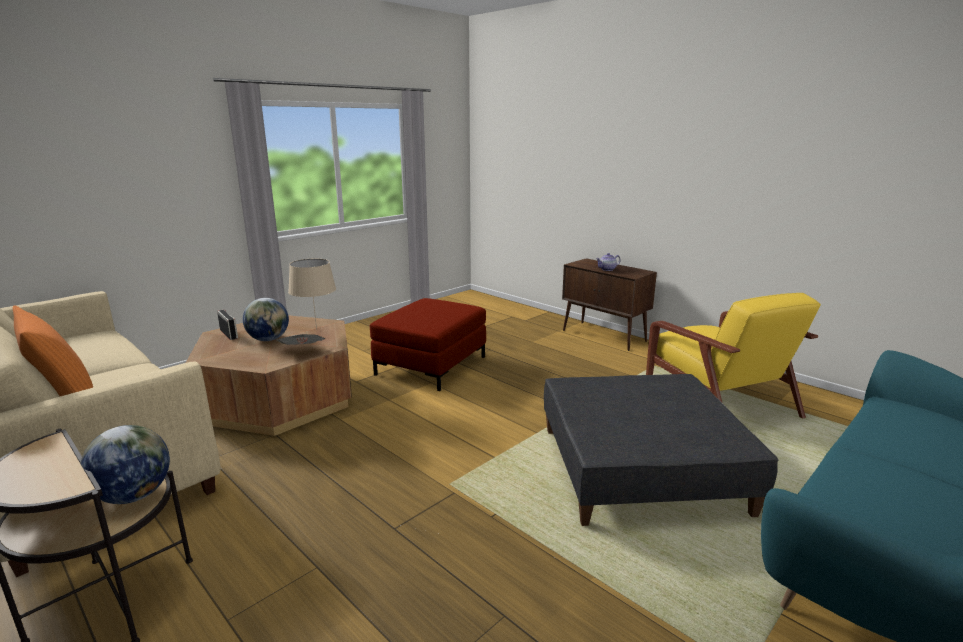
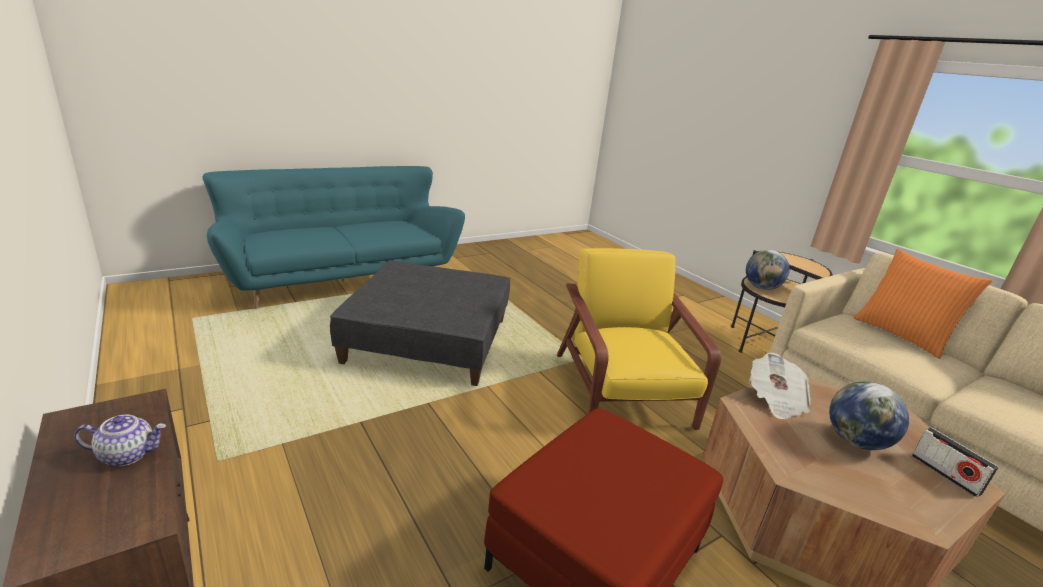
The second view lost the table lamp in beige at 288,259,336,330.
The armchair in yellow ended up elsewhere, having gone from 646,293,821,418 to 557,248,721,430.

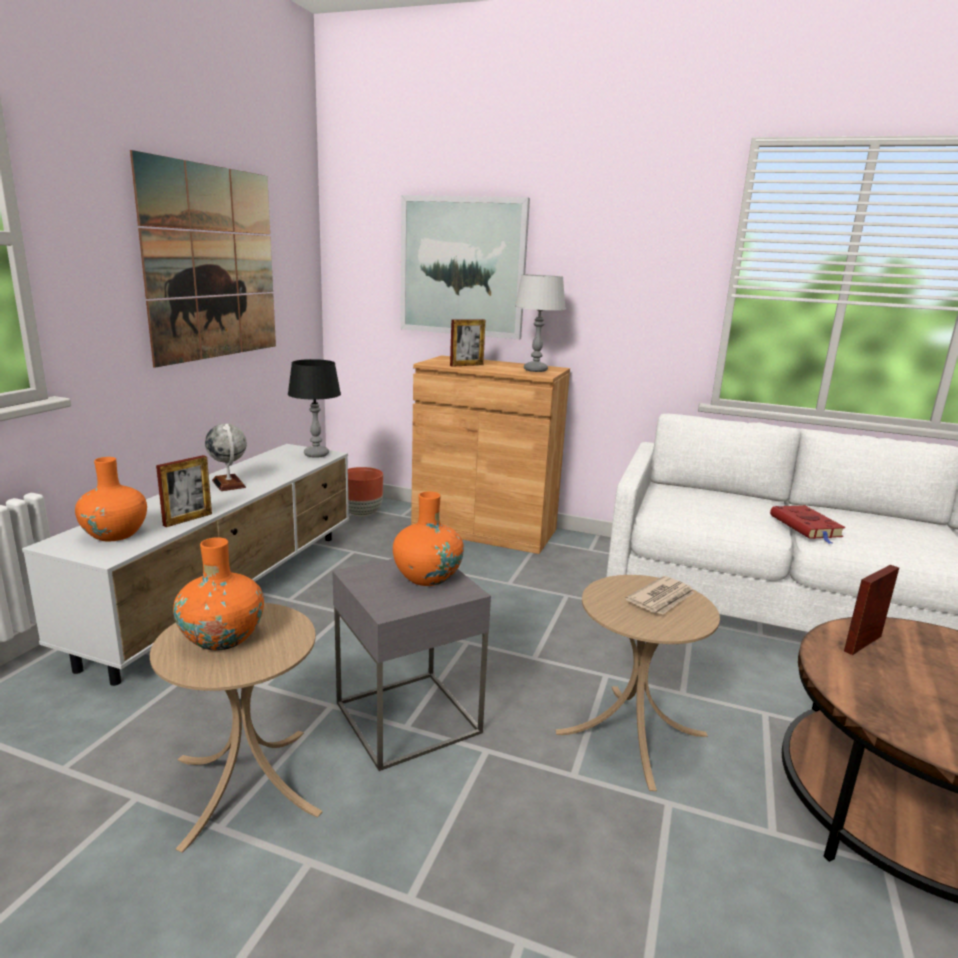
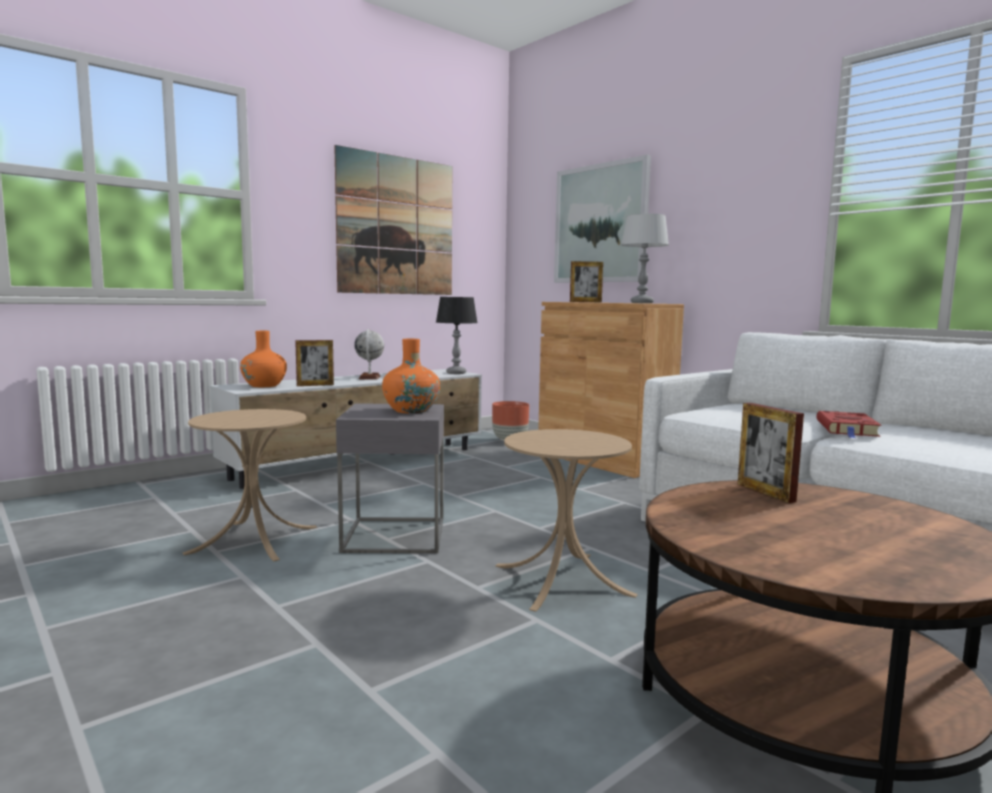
The second view lost the vase in orange at 173,537,264,650.
The second view lost the newspaper at 625,576,694,615.
The picture frame at 844,565,899,655 ended up facing another way, 105 degrees counterclockwise from before.

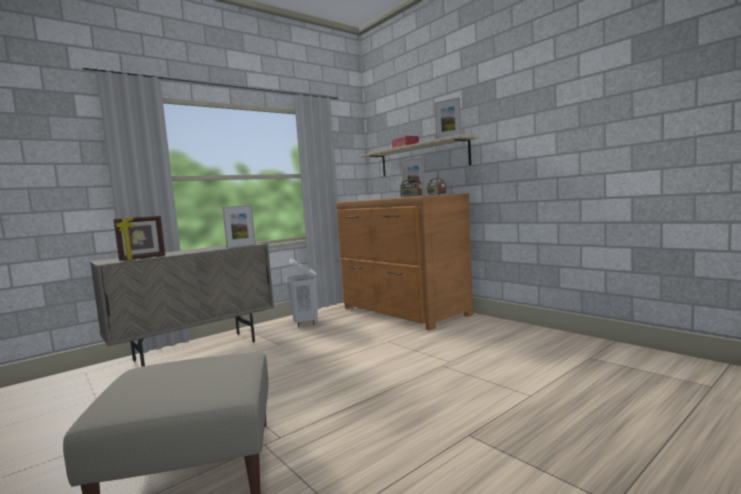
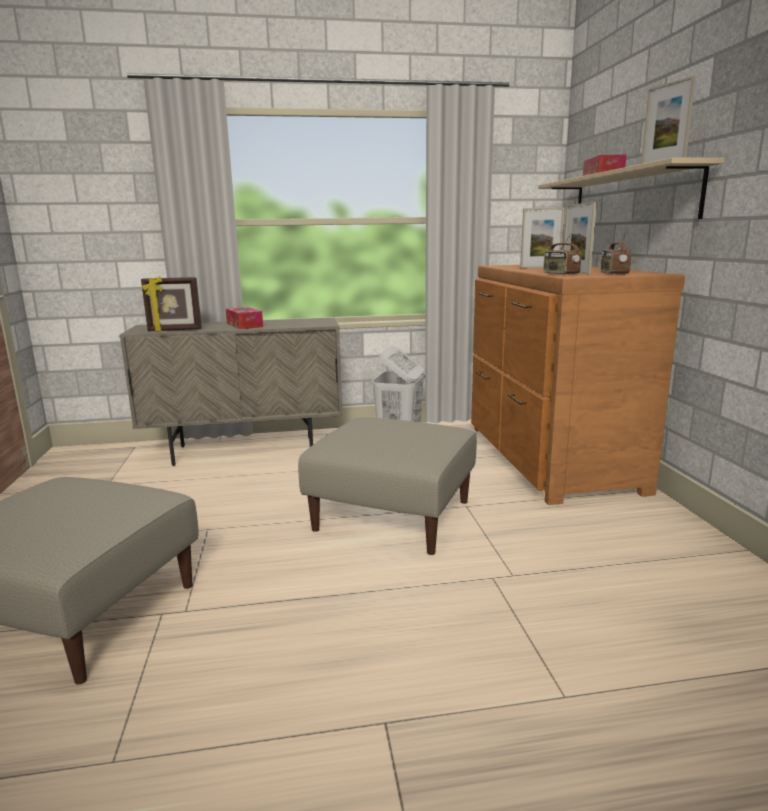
The picture frame ended up elsewhere, having gone from 222,205,256,248 to 520,208,564,268.
The second view gained the tissue box at 226,307,263,329.
The second view gained the ottoman in beige at 298,417,477,555.

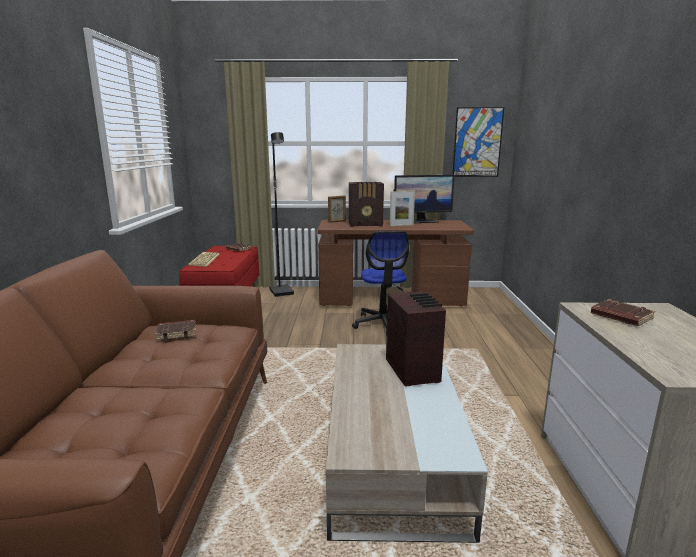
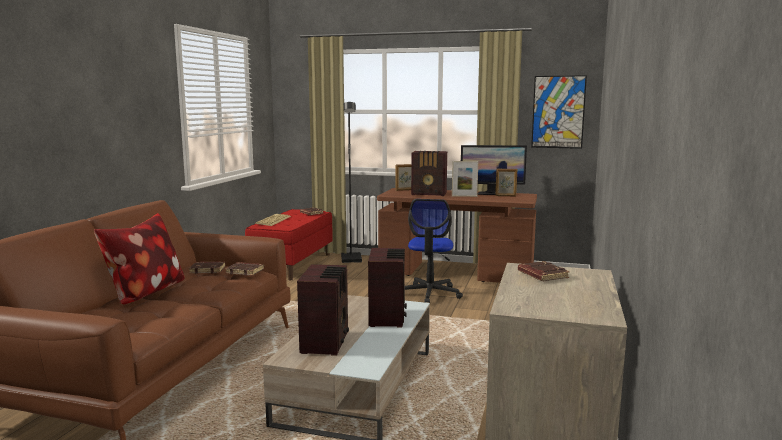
The second view gained the pillow at 94,213,185,304.
The second view gained the book in brown at 225,262,264,276.
The second view gained the radio at 297,264,349,356.
The second view gained the picture frame at 495,169,517,196.

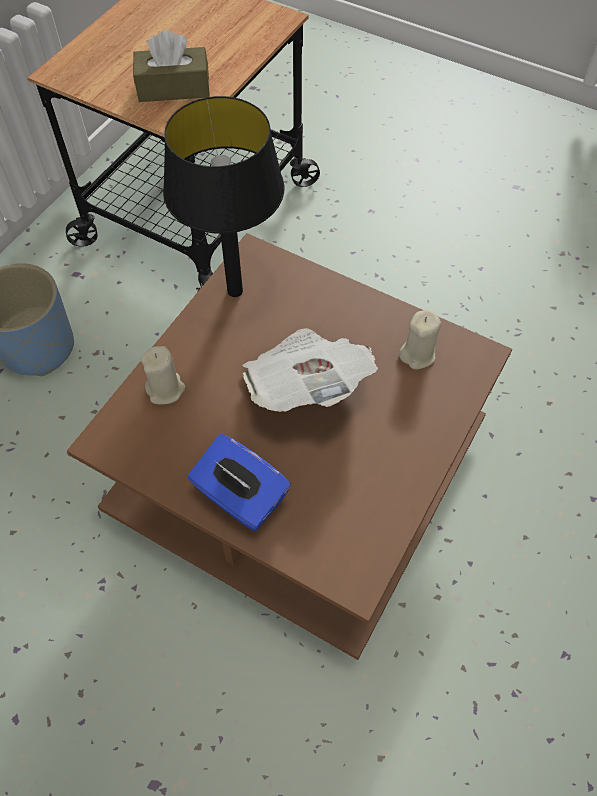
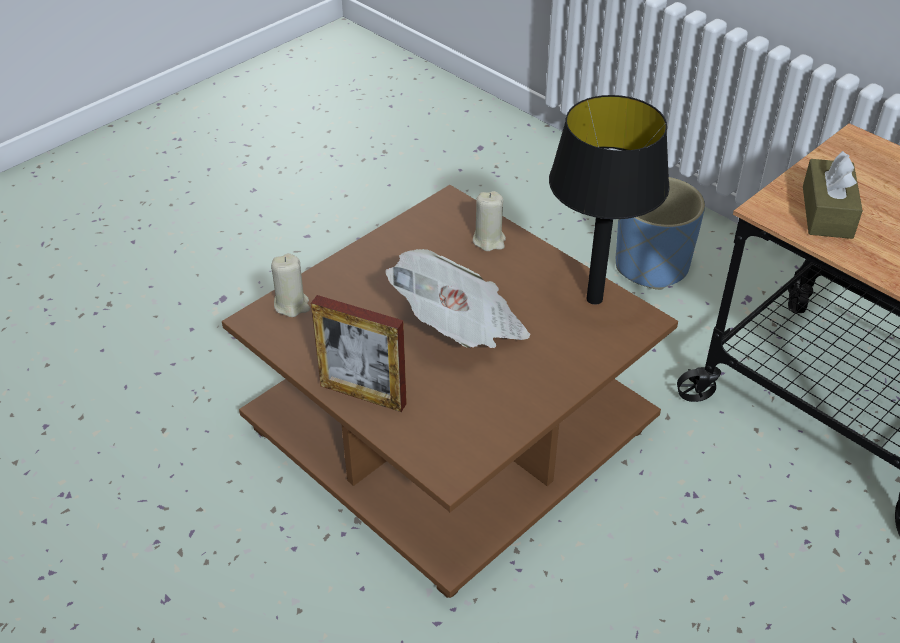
The second view lost the tissue box in blue at 188,434,291,531.
The candle in beige ended up elsewhere, having gone from 399,309,441,369 to 271,253,310,317.
The second view gained the picture frame at 311,295,407,412.

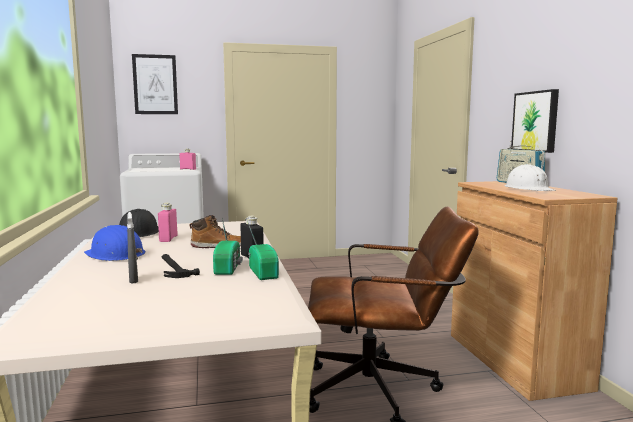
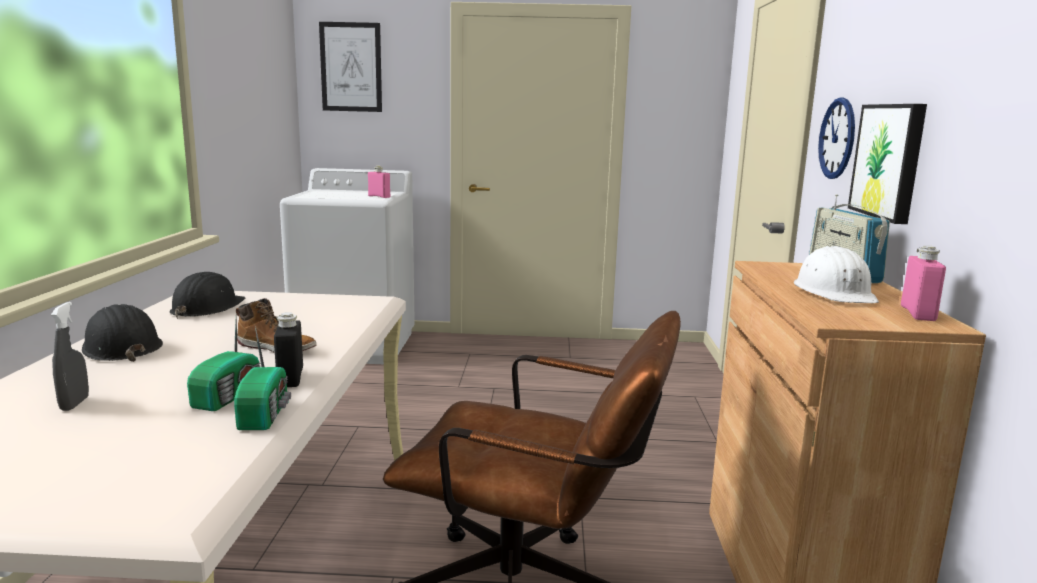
What was the hard hat in blue at 84,225,145,261 turned into the hard hat in black at 82,304,163,362.
The bottle in pink ended up elsewhere, having gone from 158,203,178,242 to 901,245,946,321.
The second view lost the hammer at 162,254,200,278.
The second view gained the wall clock at 818,97,855,179.

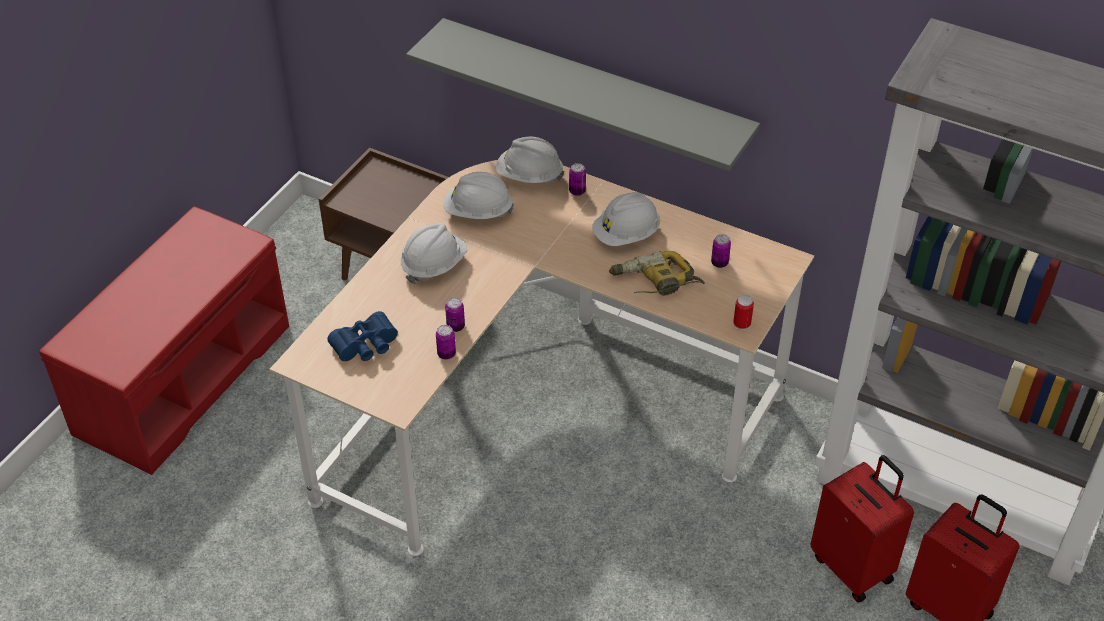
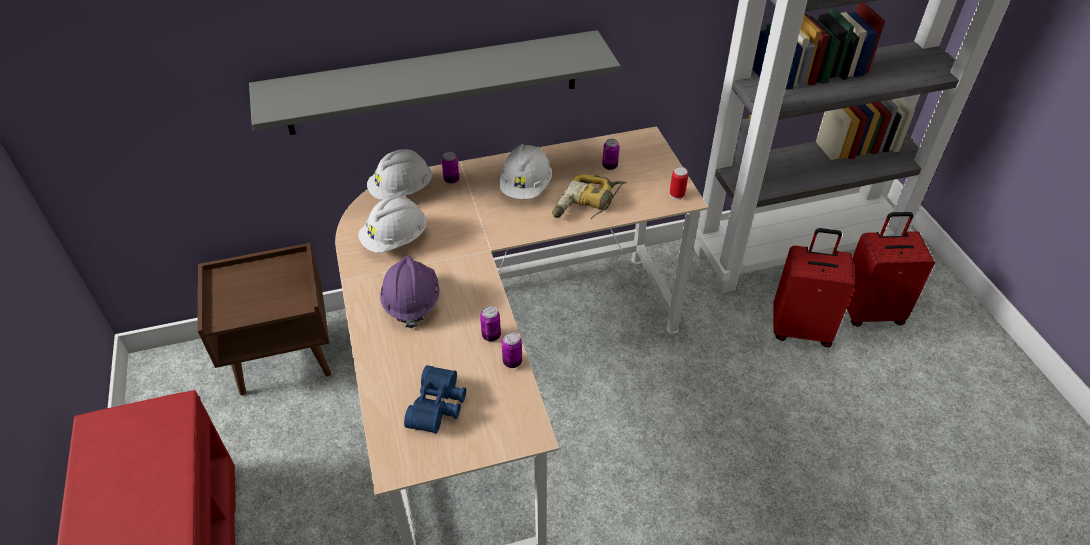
What was the hard hat in white at 401,223,467,284 turned into the hard hat in purple at 380,256,440,328.

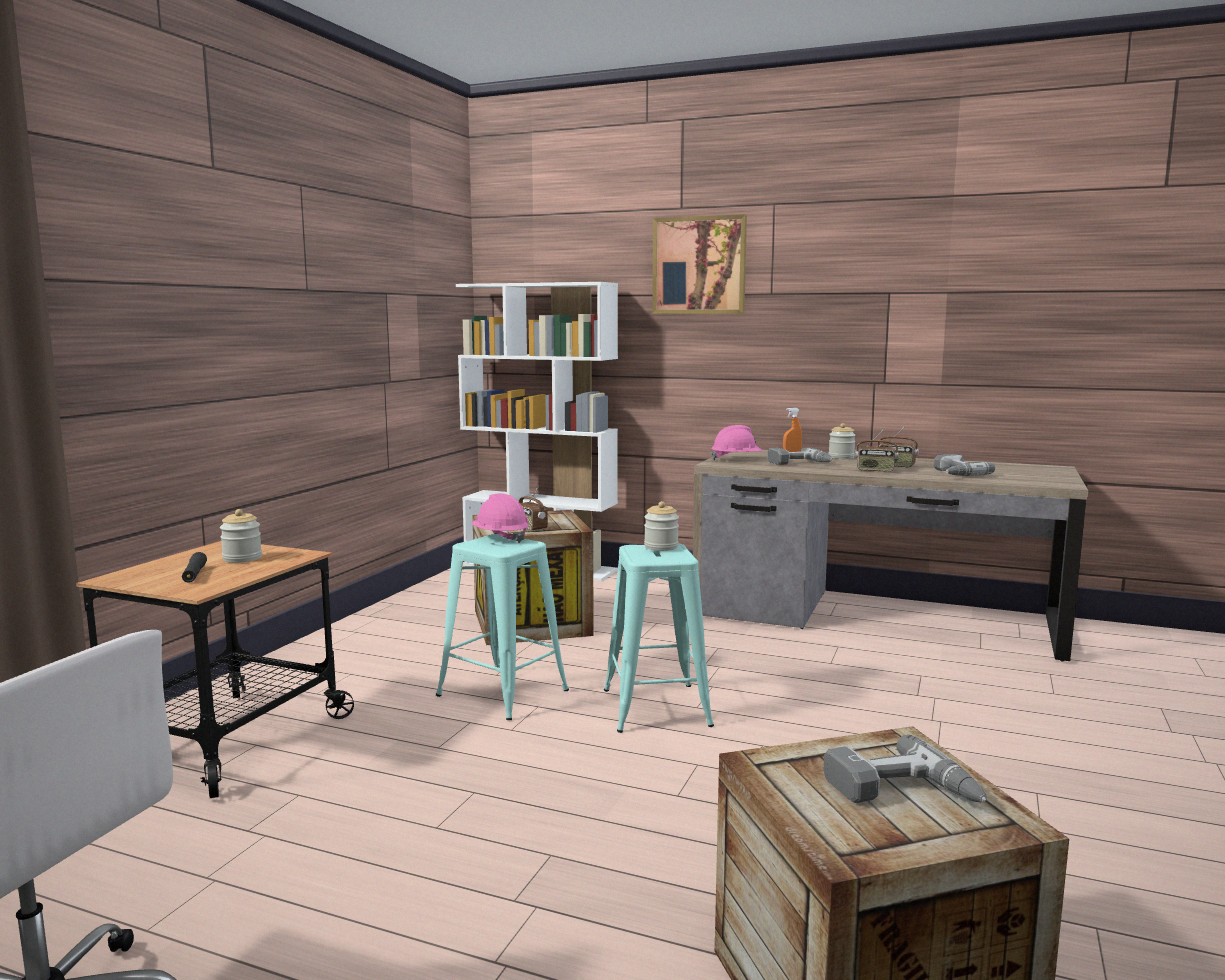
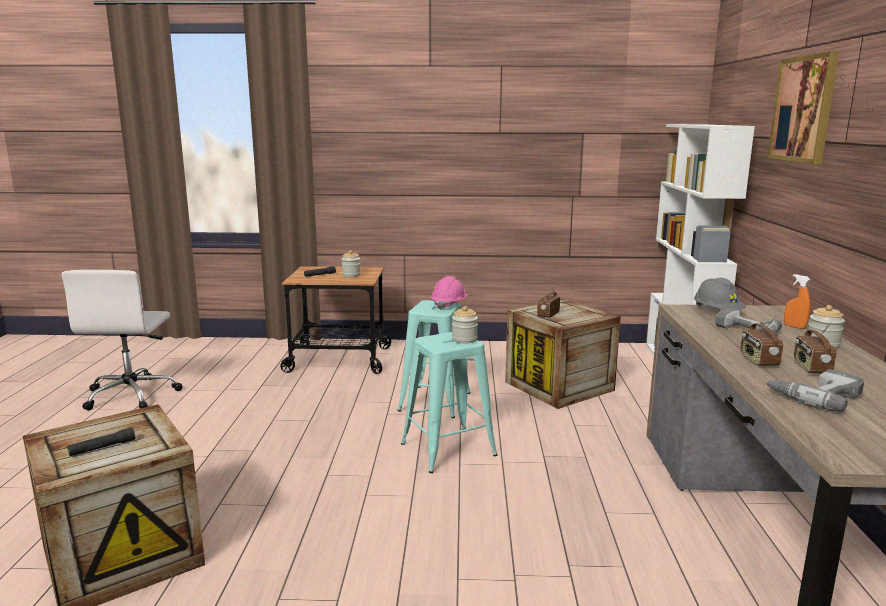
What was the hard hat in pink at 711,425,763,460 turned into the hard hat in grey at 694,278,745,310.
Where the power drill stood at 823,734,987,803, the flashlight in black came to stand at 67,427,135,456.

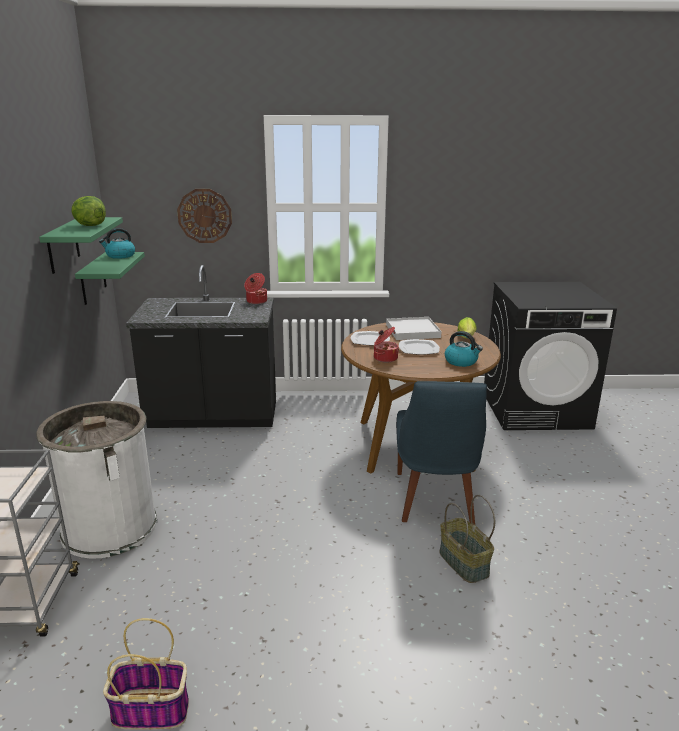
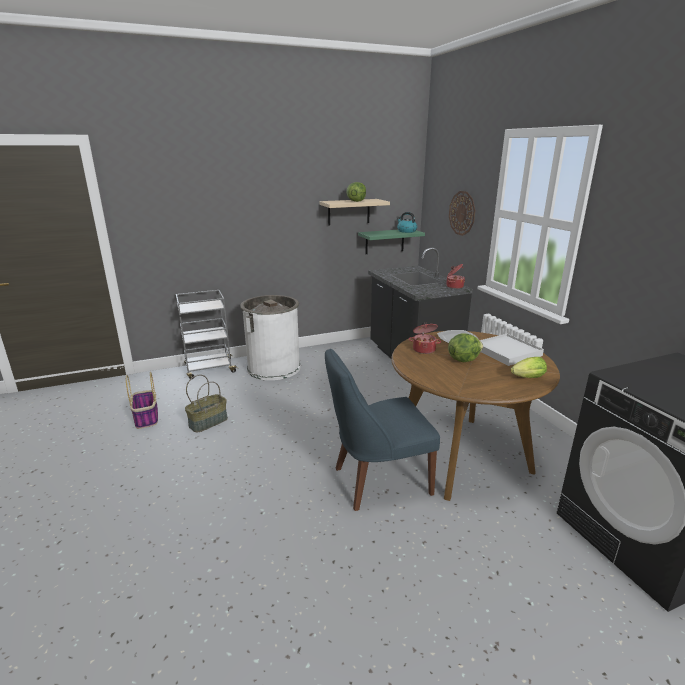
What was the shelf in green at 39,217,123,274 turned into the shelf in beige at 319,199,390,226.
Where the plate stood at 399,339,440,355, the lettuce came to stand at 448,333,483,362.
The basket ended up elsewhere, having gone from 439,495,495,583 to 185,375,228,432.
The second view lost the kettle at 445,331,483,367.

